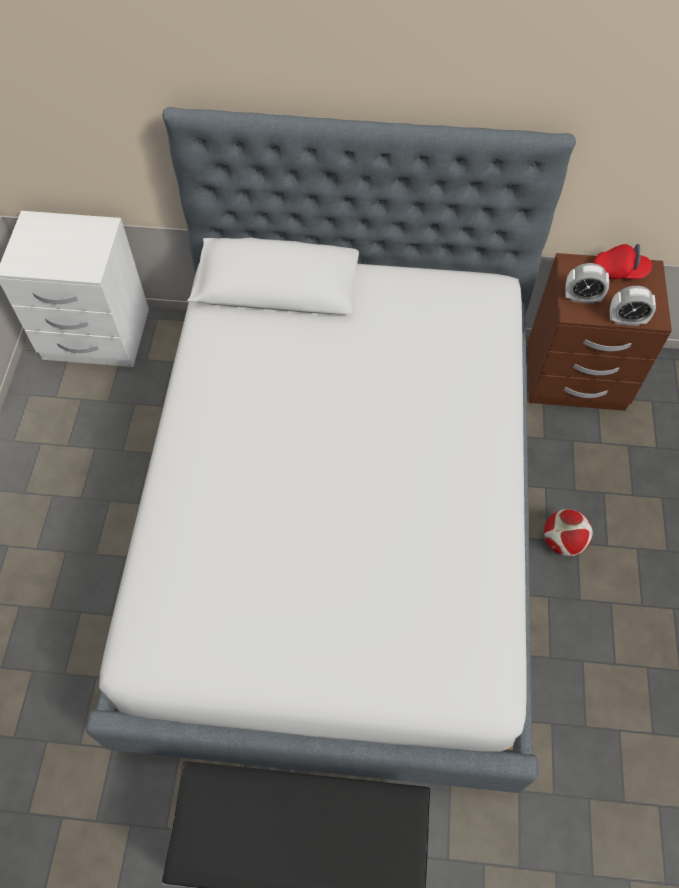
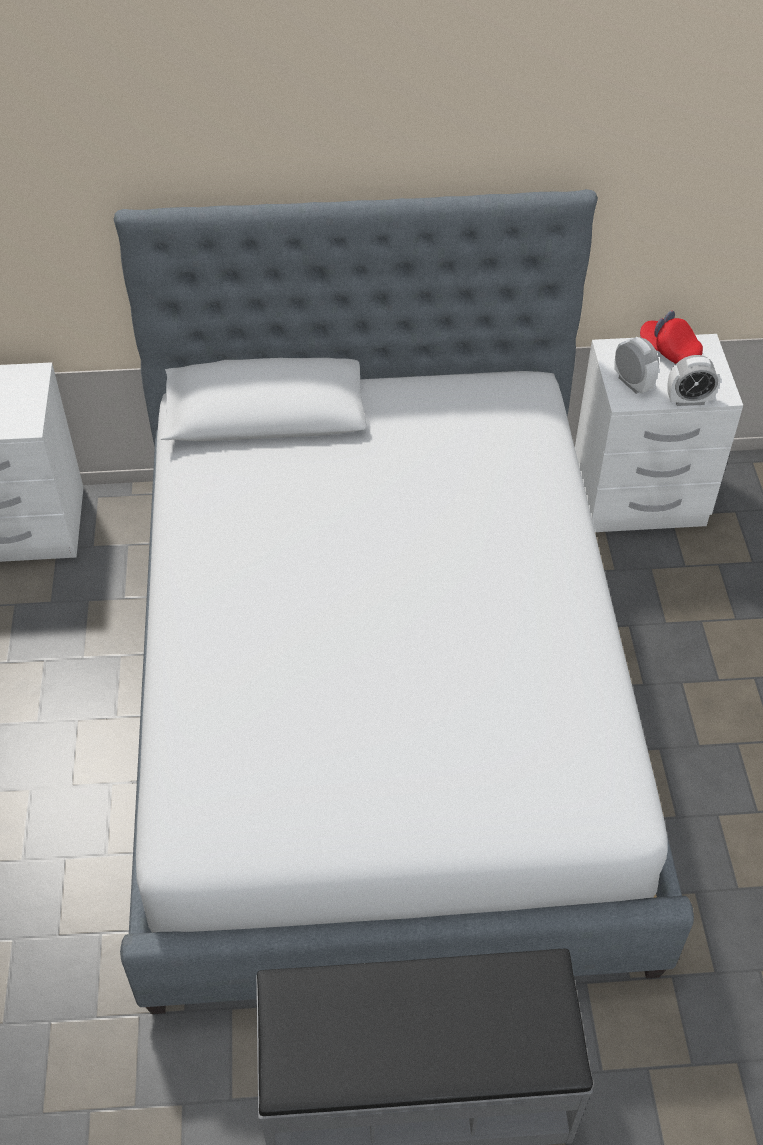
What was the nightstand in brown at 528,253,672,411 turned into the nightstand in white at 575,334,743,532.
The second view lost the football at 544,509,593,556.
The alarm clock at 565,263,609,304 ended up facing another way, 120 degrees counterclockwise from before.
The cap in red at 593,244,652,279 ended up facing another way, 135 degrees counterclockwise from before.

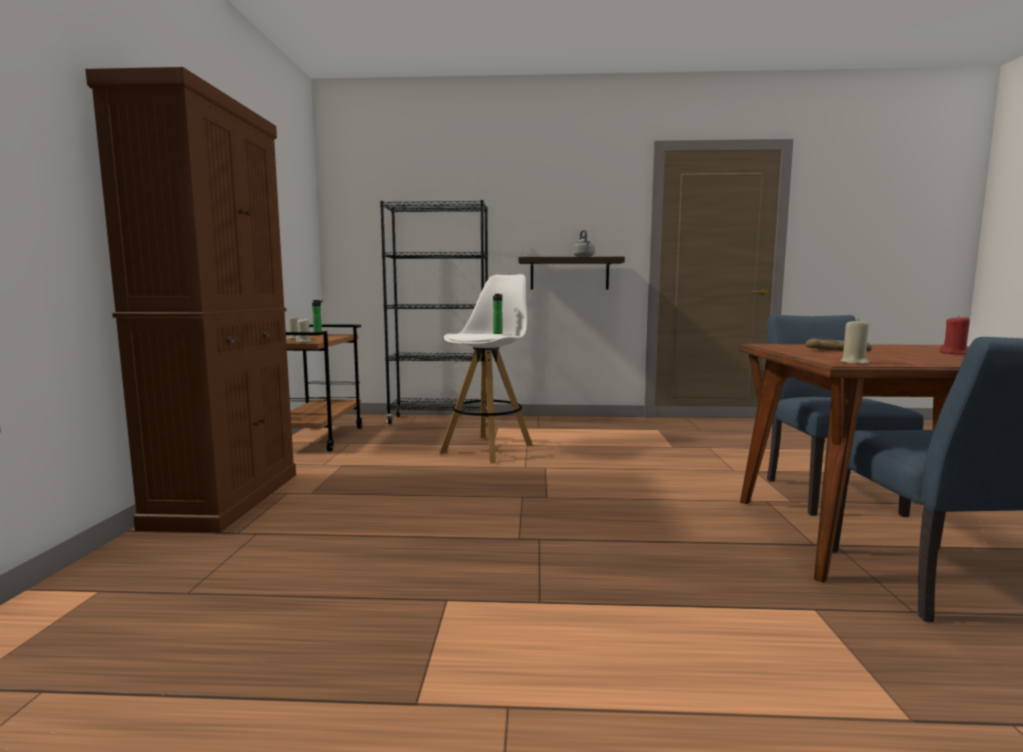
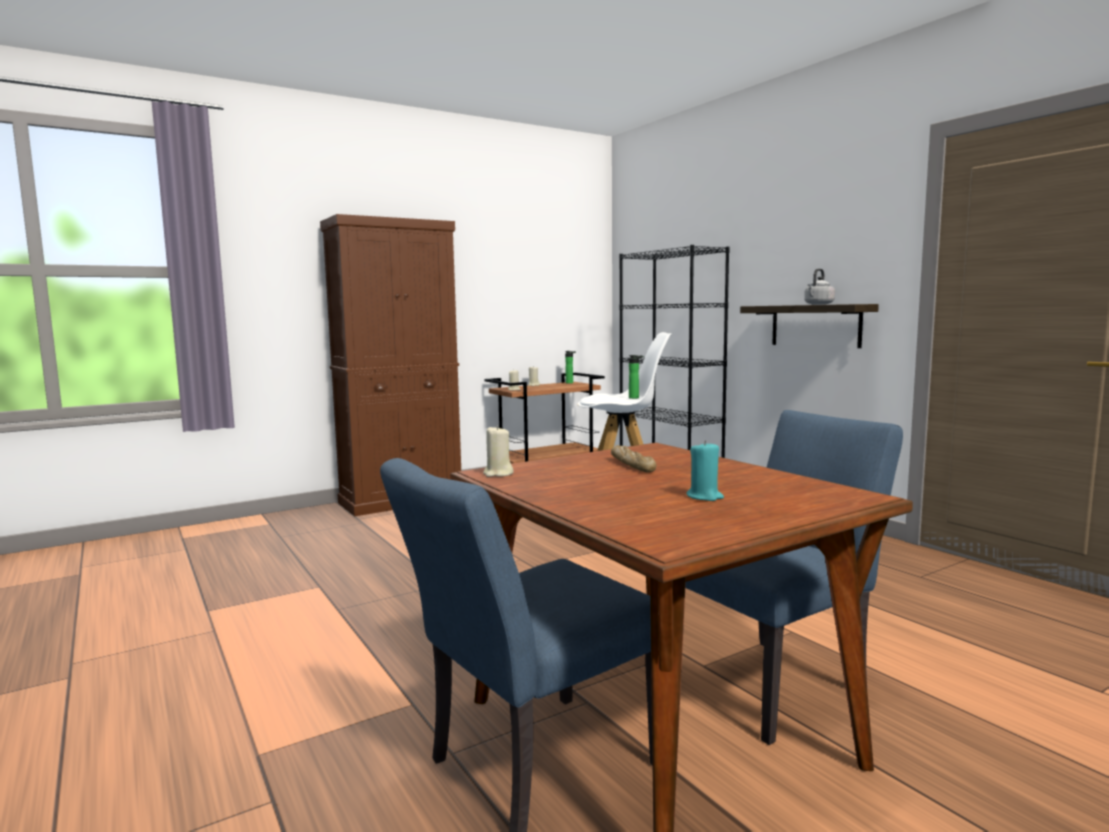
What was the candle in red at 940,315,970,354 turned into the candle in turquoise at 686,440,724,501.

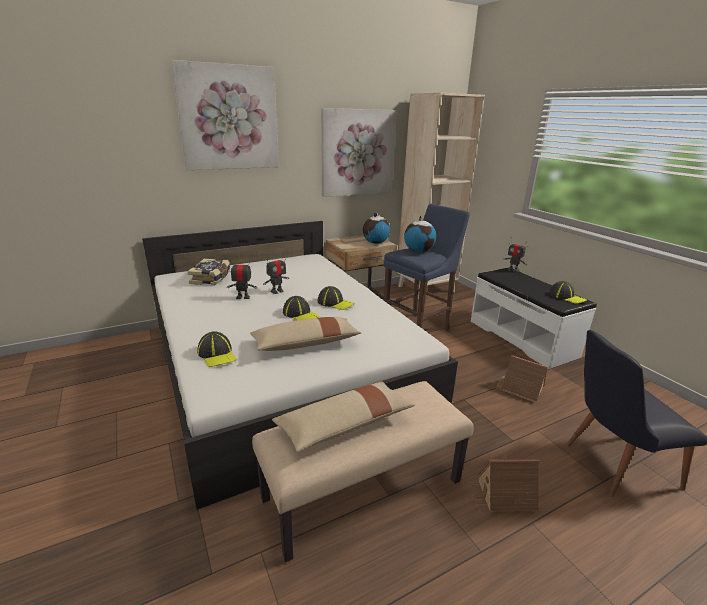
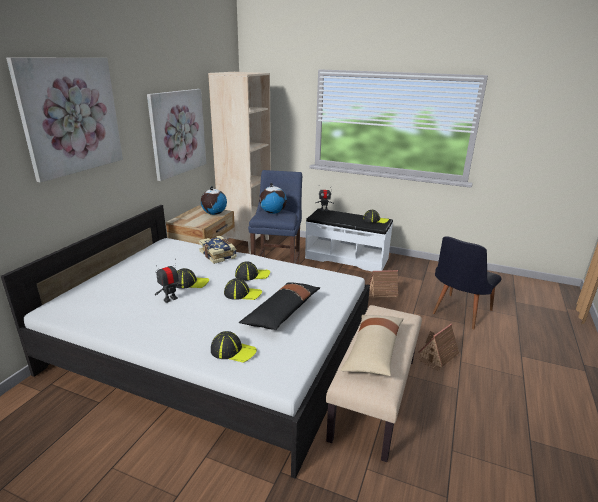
The book ended up elsewhere, having gone from 187,259,230,286 to 199,236,237,264.
What was the pillow in beige at 250,317,361,351 turned into the pillow in black at 239,282,320,330.
Where the toy robot stood at 263,256,289,294, the cap came to stand at 175,268,209,289.

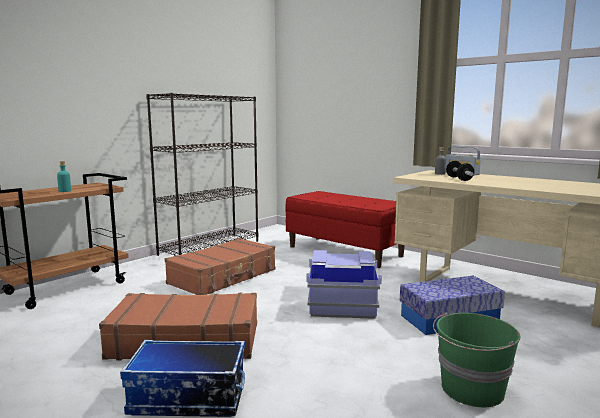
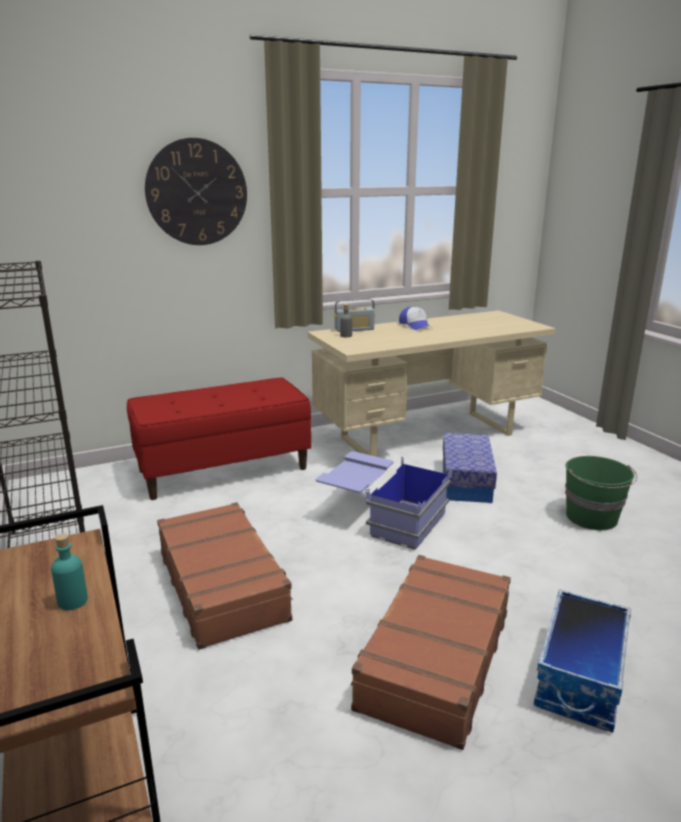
The second view lost the dumbbell at 446,161,474,181.
The second view gained the wall clock at 145,138,247,245.
The second view gained the cap at 399,306,432,330.

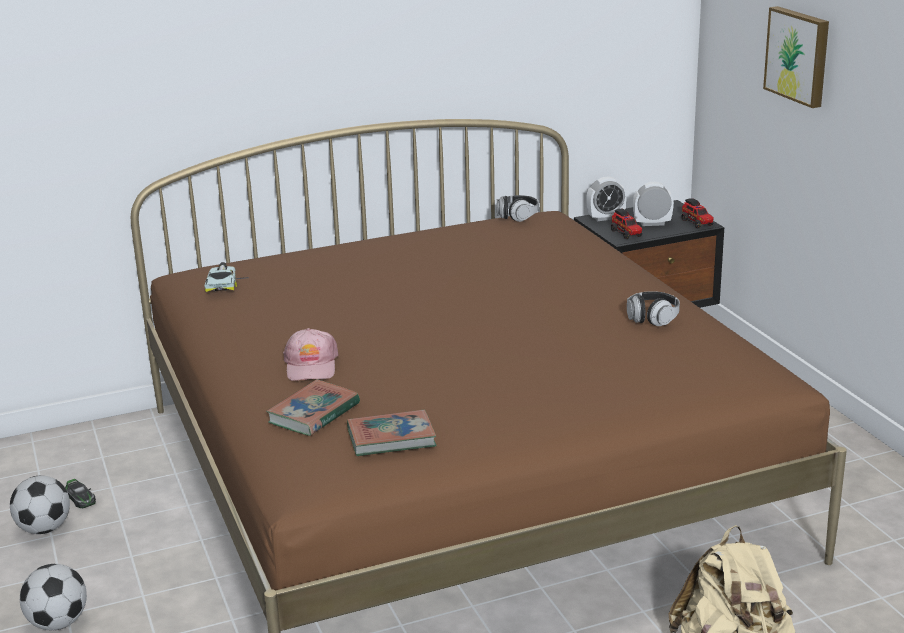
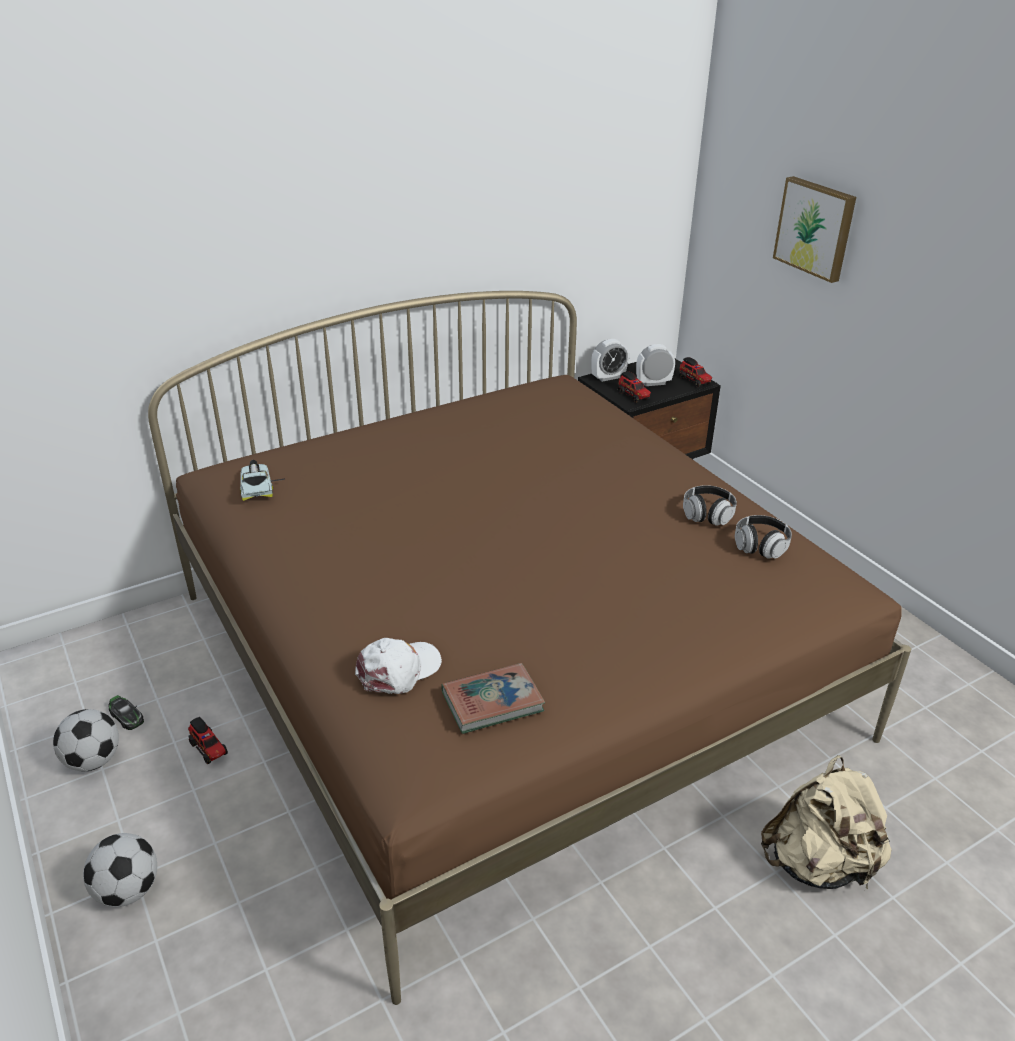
Where the book stood at 266,379,360,436, the cap in white came to stand at 355,638,442,694.
The second view lost the cap in pink at 283,328,339,381.
The headphones ended up elsewhere, having gone from 496,195,539,222 to 735,515,792,559.
The second view gained the toy truck at 188,717,228,764.

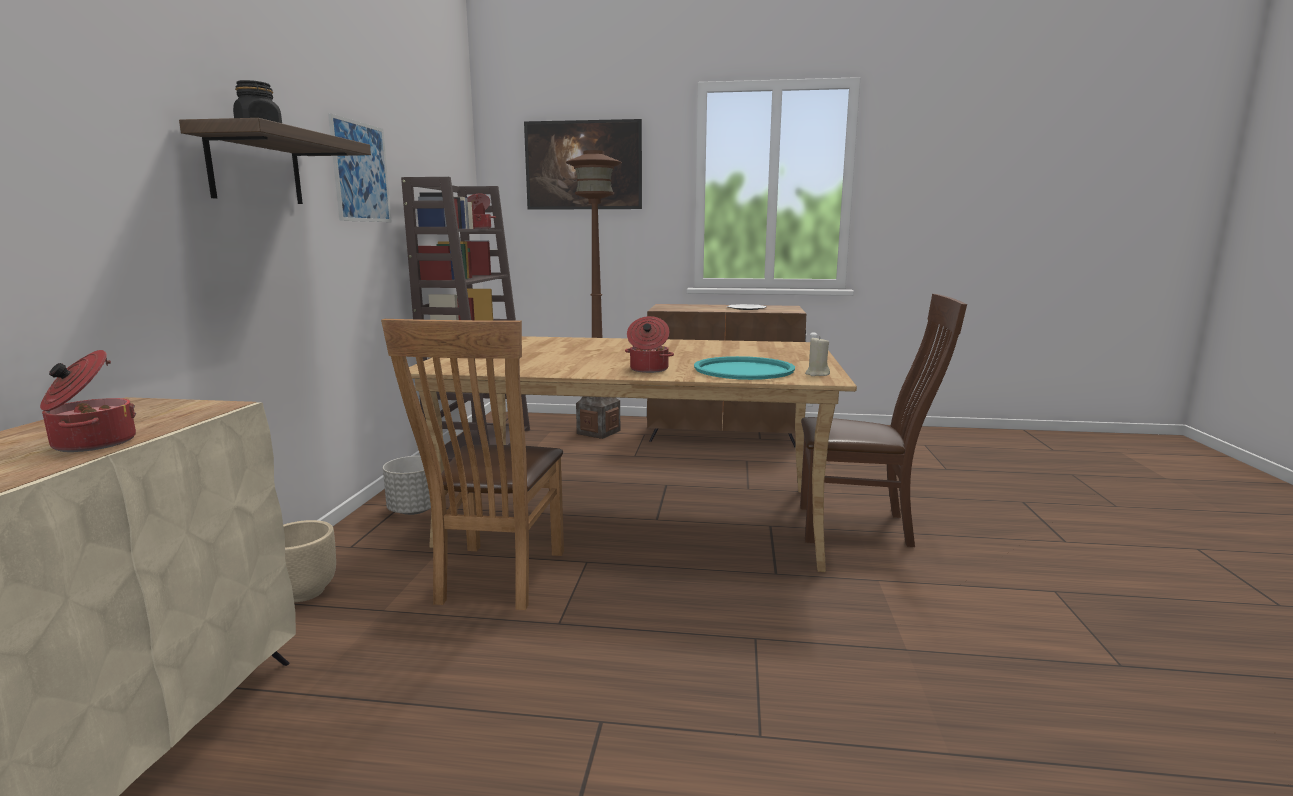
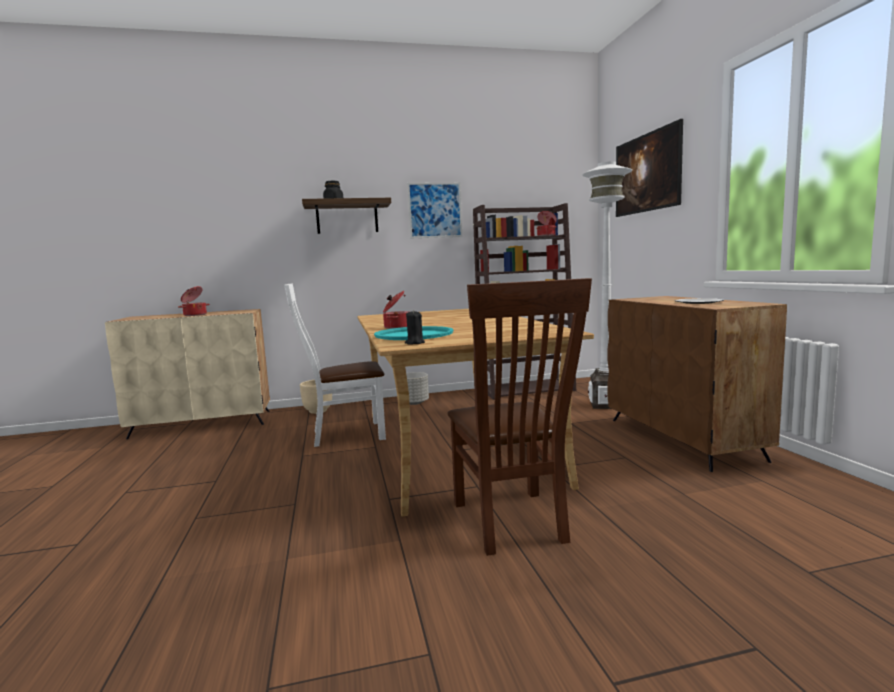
What was the chair in brown at 381,319,564,610 turned into the chair in white at 284,283,386,447.
What was the floor lamp in brown at 566,150,622,439 turned into the floor lamp in white at 582,161,632,409.
What was the candle in beige at 805,336,830,376 turned into the candle in black at 405,310,425,345.

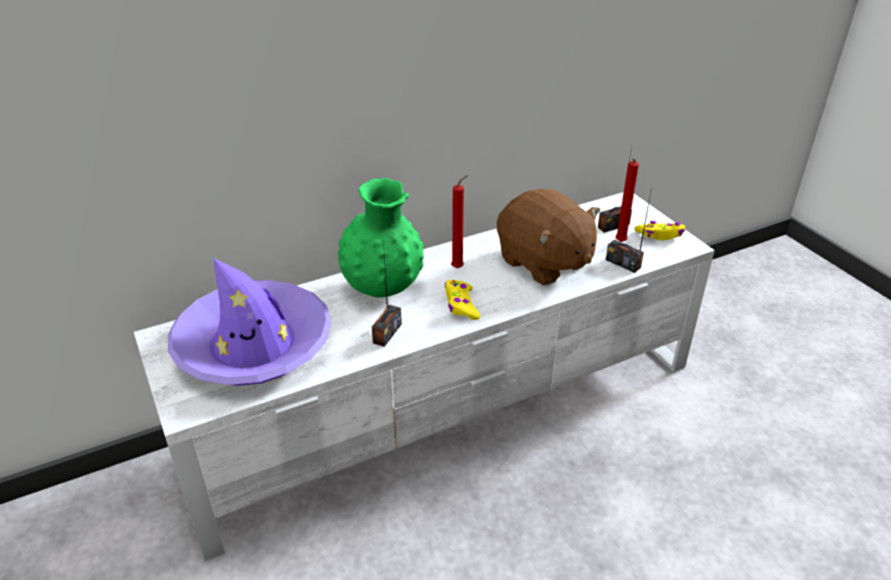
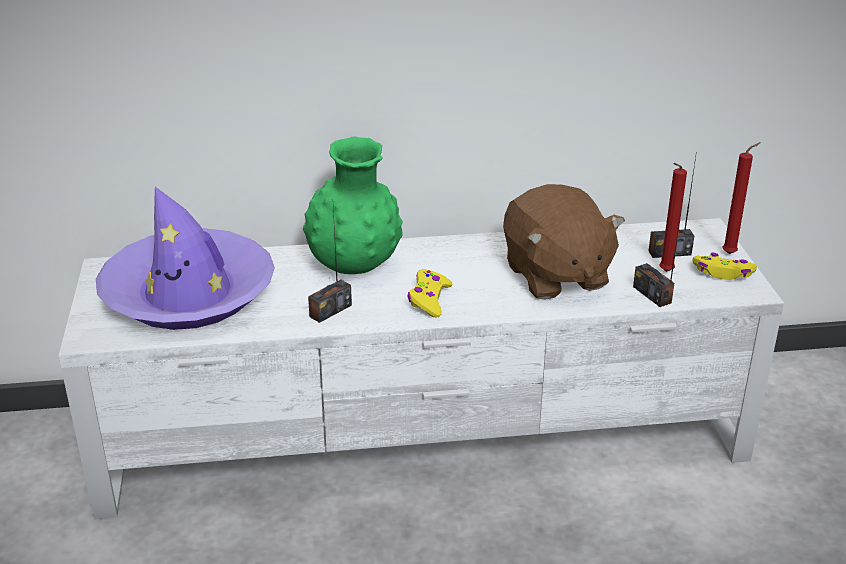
The candle in red ended up elsewhere, having gone from 451,175,468,268 to 723,142,761,254.

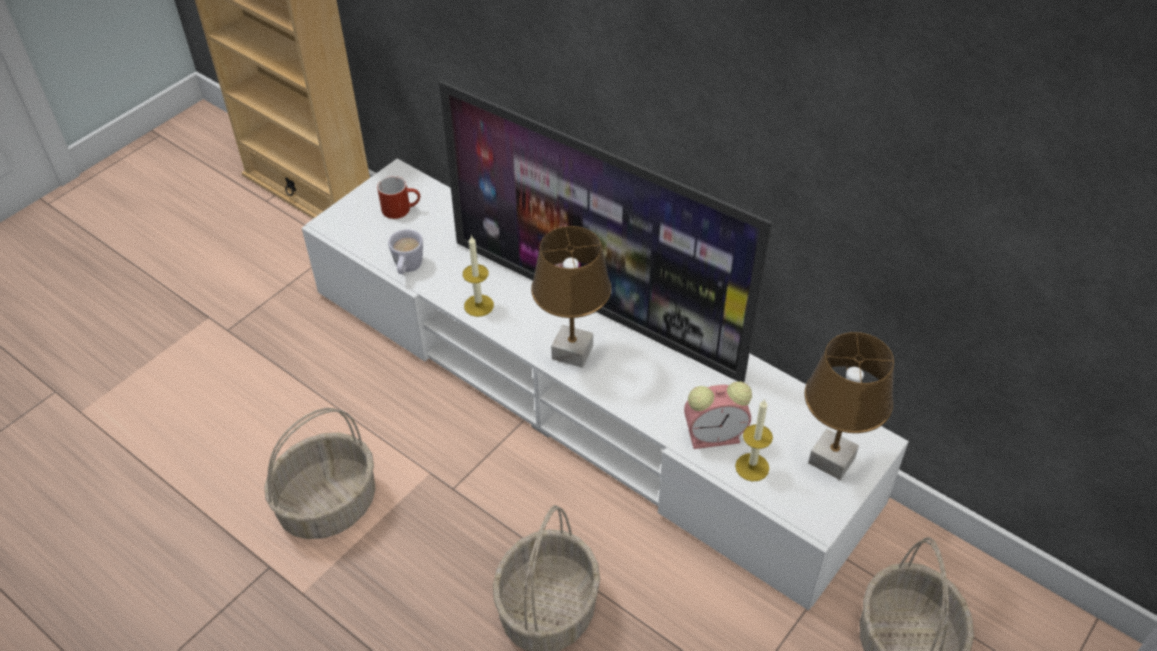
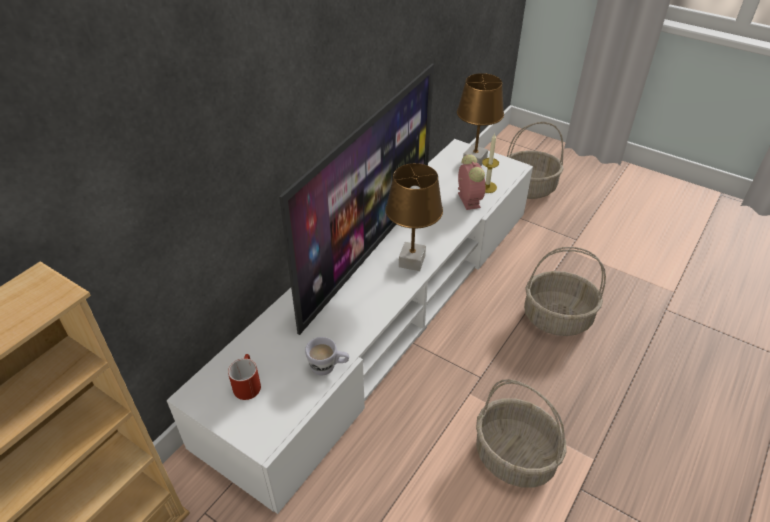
The second view lost the candle at 463,235,494,317.

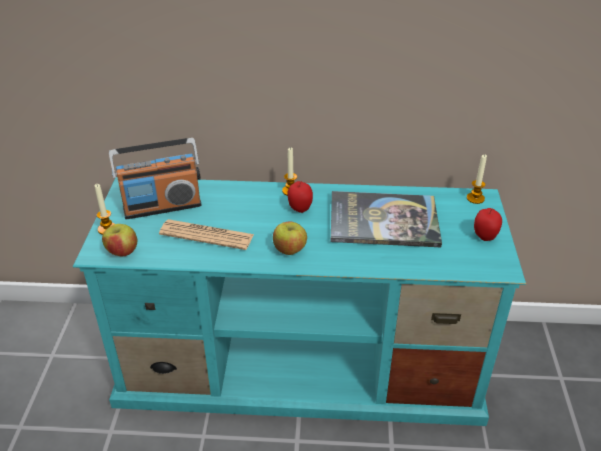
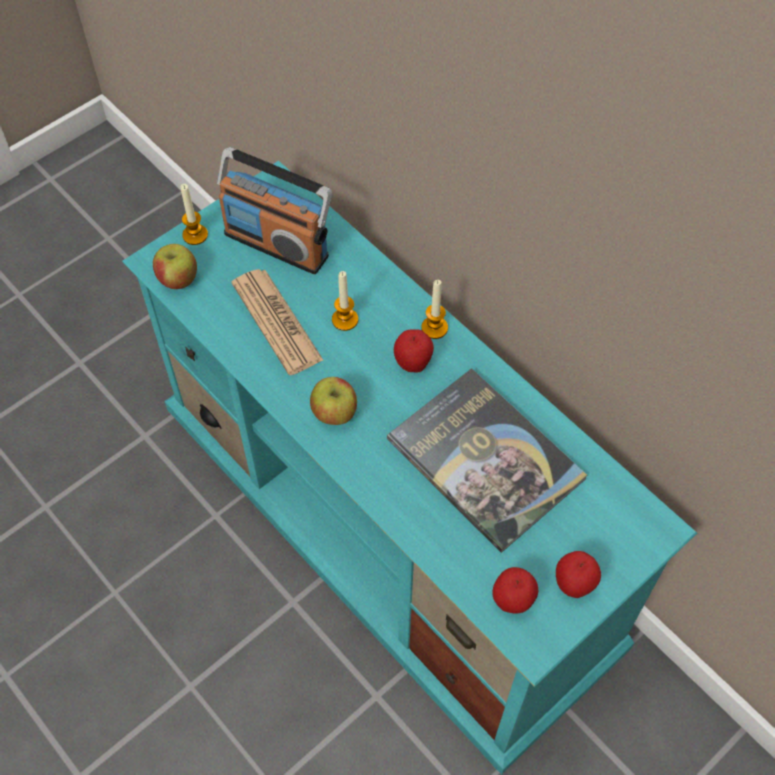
The candle ended up elsewhere, having gone from 467,154,487,204 to 332,271,358,331.
The second view gained the apple at 492,567,538,614.

